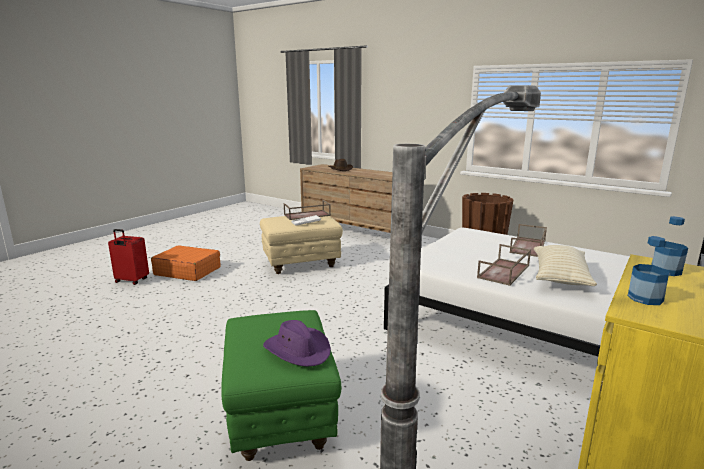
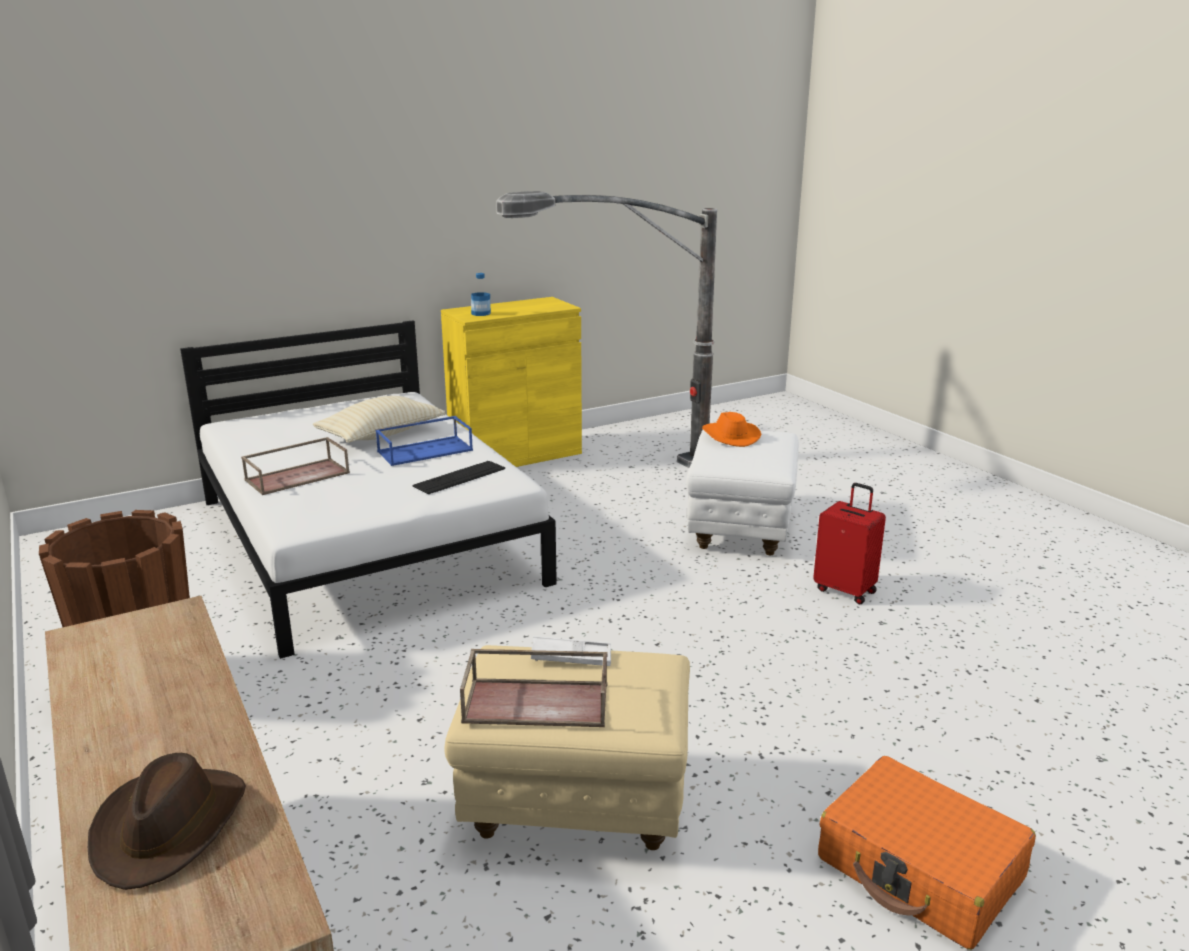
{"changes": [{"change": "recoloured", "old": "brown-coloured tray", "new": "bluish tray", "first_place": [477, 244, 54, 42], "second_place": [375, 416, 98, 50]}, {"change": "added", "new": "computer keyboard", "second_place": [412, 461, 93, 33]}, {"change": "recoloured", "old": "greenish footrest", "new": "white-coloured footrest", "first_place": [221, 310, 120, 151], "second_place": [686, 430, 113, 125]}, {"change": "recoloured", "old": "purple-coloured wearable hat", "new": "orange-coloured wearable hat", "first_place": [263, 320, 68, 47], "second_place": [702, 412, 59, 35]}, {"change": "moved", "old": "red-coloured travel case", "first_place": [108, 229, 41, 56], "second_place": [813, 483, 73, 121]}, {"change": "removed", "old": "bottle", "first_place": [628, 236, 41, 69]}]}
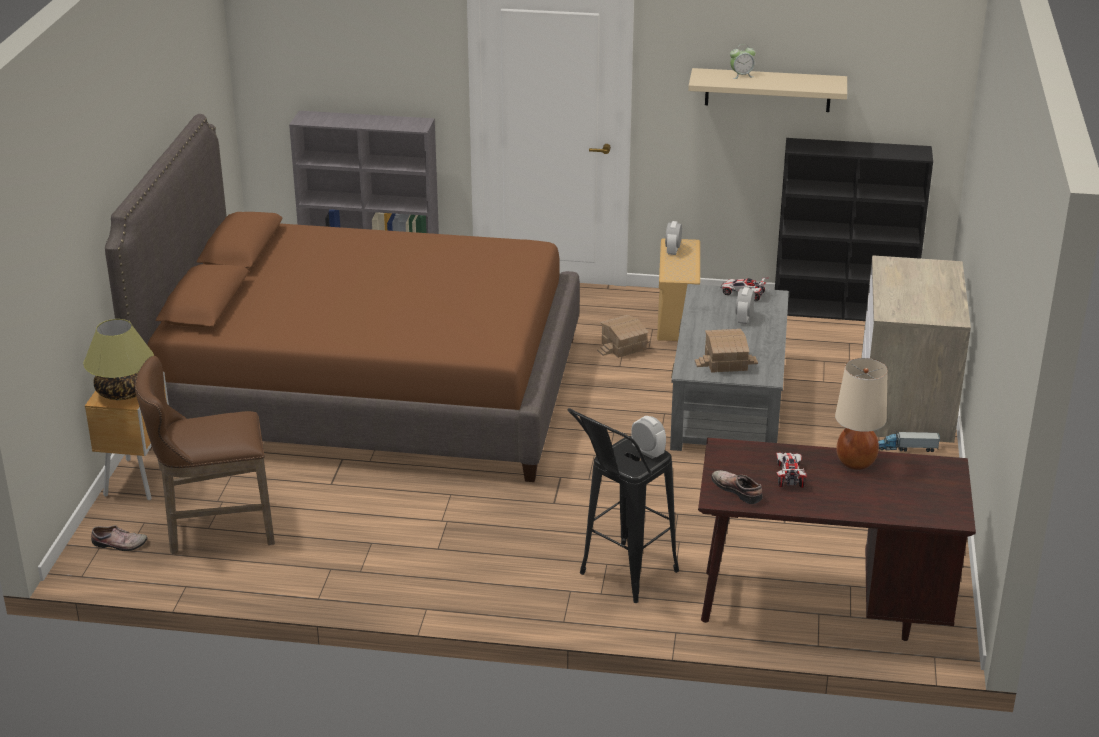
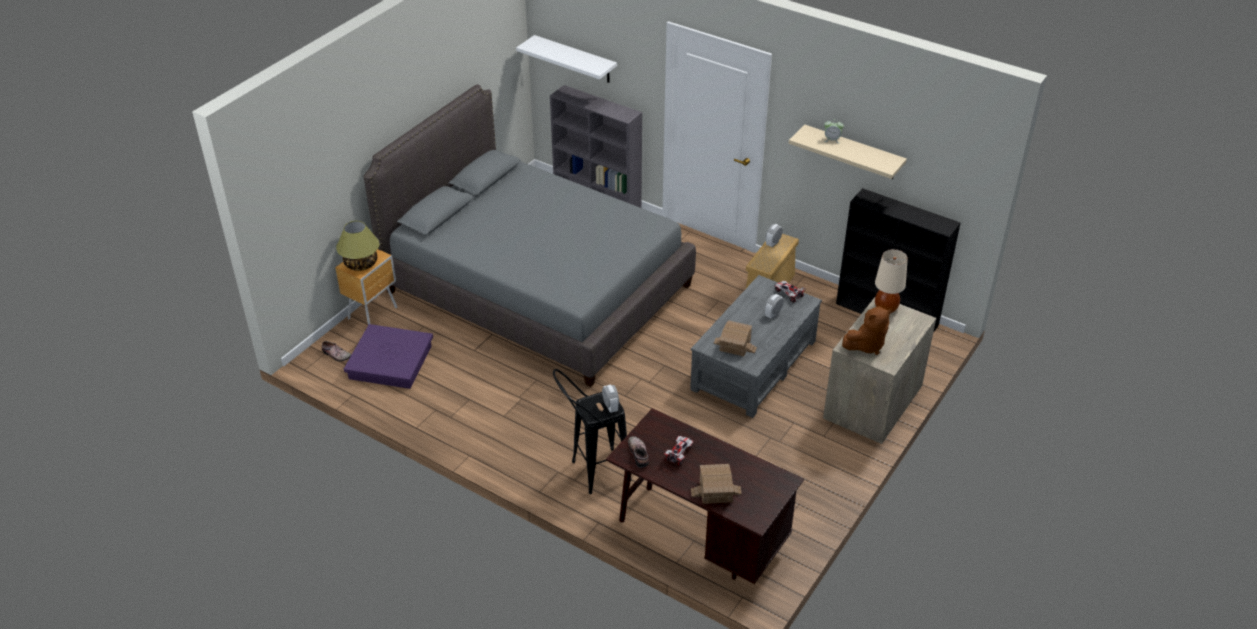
{"changes": [{"change": "replaced", "old": "brown-coloured stool", "new": "purple-coloured storage box", "first_place": [135, 356, 140, 198], "second_place": [344, 324, 89, 65]}, {"change": "recoloured", "old": "brown-coloured bed", "new": "grey bed", "first_place": [105, 114, 475, 368], "second_place": [364, 84, 332, 303]}, {"change": "added", "new": "white-coloured wall shelf", "second_place": [516, 35, 101, 48]}, {"change": "moved", "old": "model house", "first_place": [597, 315, 54, 43], "second_place": [691, 464, 51, 40]}, {"change": "added", "new": "brown-coloured soft toy", "second_place": [842, 307, 50, 48]}, {"change": "moved", "old": "beige tabletop lamp", "first_place": [835, 358, 53, 112], "second_place": [875, 249, 33, 64]}, {"change": "removed", "old": "toy truck", "first_place": [878, 431, 62, 21]}]}
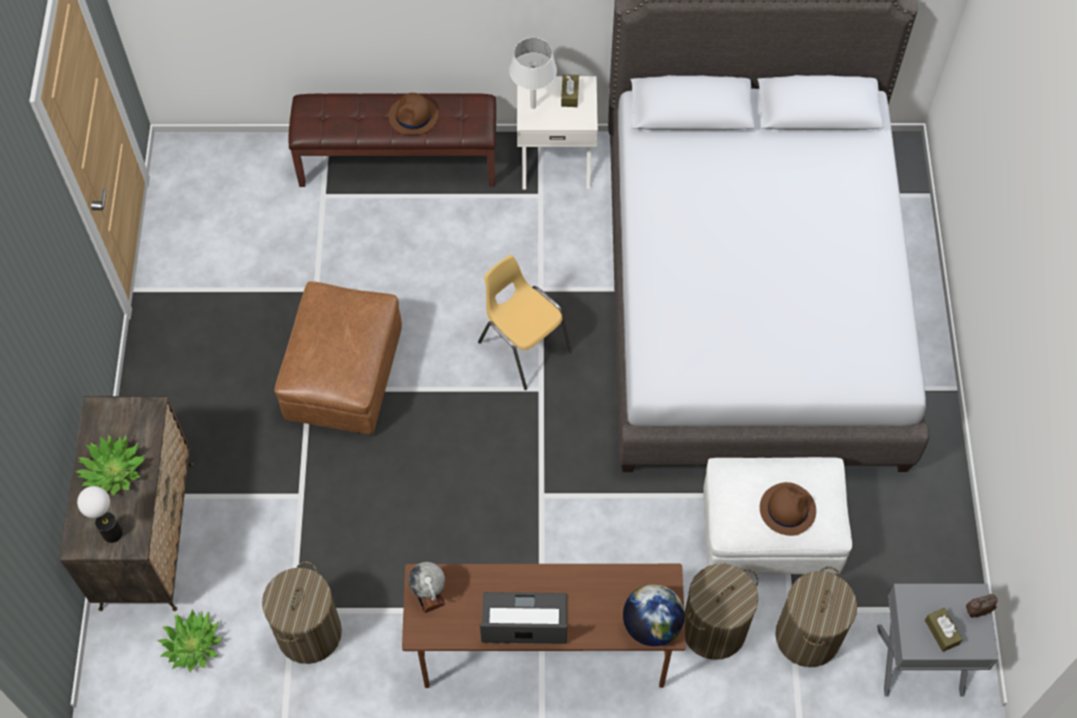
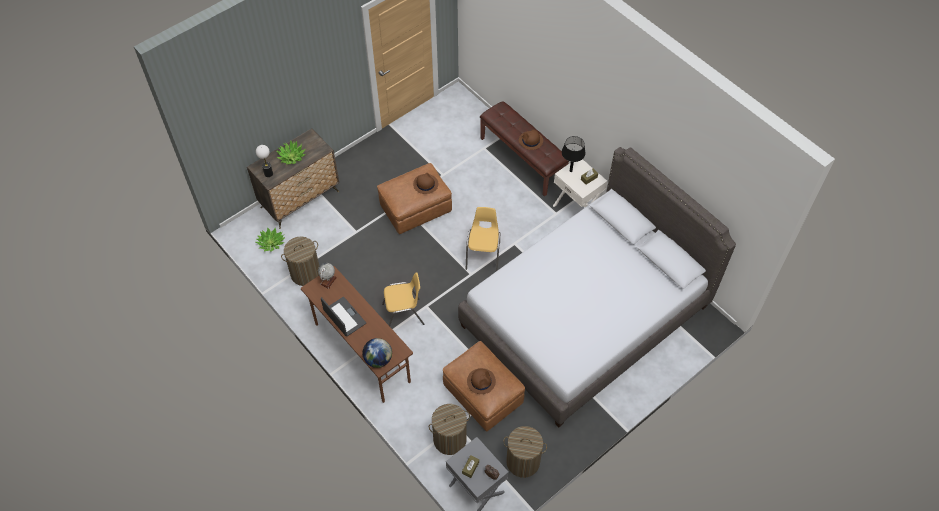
{"changes": [{"change": "added", "new": "yellowish chair", "second_place": [382, 272, 42, 54]}, {"change": "added", "new": "brown-coloured wearable hat", "second_place": [413, 173, 25, 21]}, {"change": "recoloured", "old": "white-coloured footrest", "new": "brown-coloured footrest", "first_place": [703, 457, 149, 117], "second_place": [443, 341, 82, 90]}, {"change": "moved", "old": "hamper", "first_place": [684, 564, 74, 96], "second_place": [503, 426, 44, 52]}, {"change": "recoloured", "old": "white-coloured tabletop lamp", "new": "black tabletop lamp", "first_place": [509, 38, 48, 71], "second_place": [562, 136, 23, 36]}]}
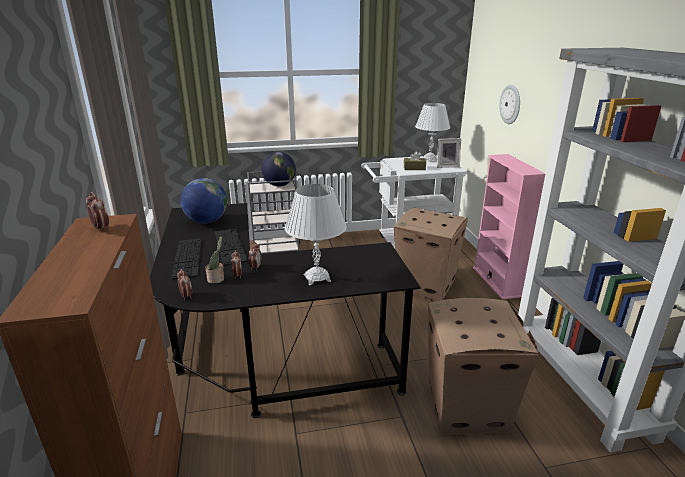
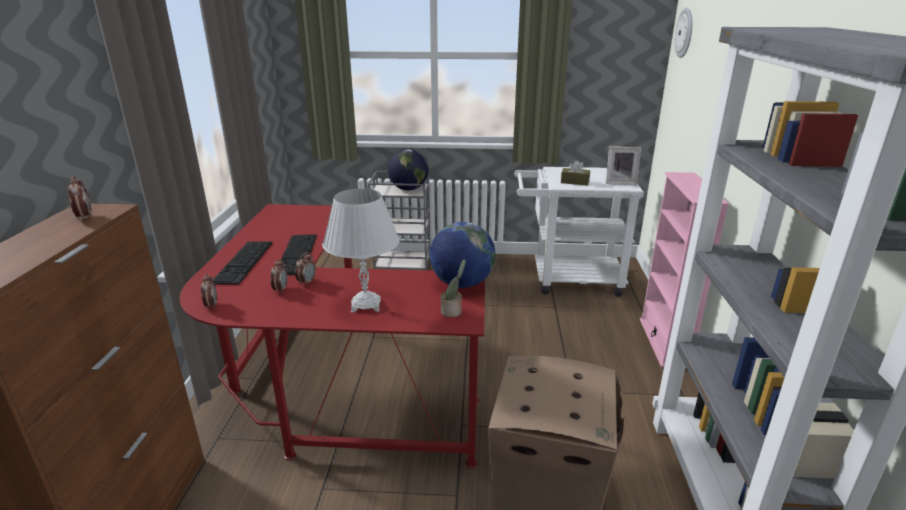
{"changes": [{"change": "recoloured", "old": "black desk table", "new": "red-coloured desk table", "first_place": [150, 203, 270, 215], "second_place": [180, 204, 305, 265]}, {"change": "moved", "old": "desk globe", "first_place": [180, 178, 47, 45], "second_place": [430, 222, 66, 66]}, {"change": "moved", "old": "potted plant", "first_place": [206, 236, 18, 48], "second_place": [441, 259, 25, 58]}, {"change": "moved", "old": "wall clock", "first_place": [499, 85, 21, 39], "second_place": [675, 8, 17, 50]}, {"change": "removed", "old": "cardboard box", "first_place": [394, 208, 74, 93]}, {"change": "removed", "old": "white-coloured tabletop lamp", "first_place": [415, 103, 35, 59]}]}
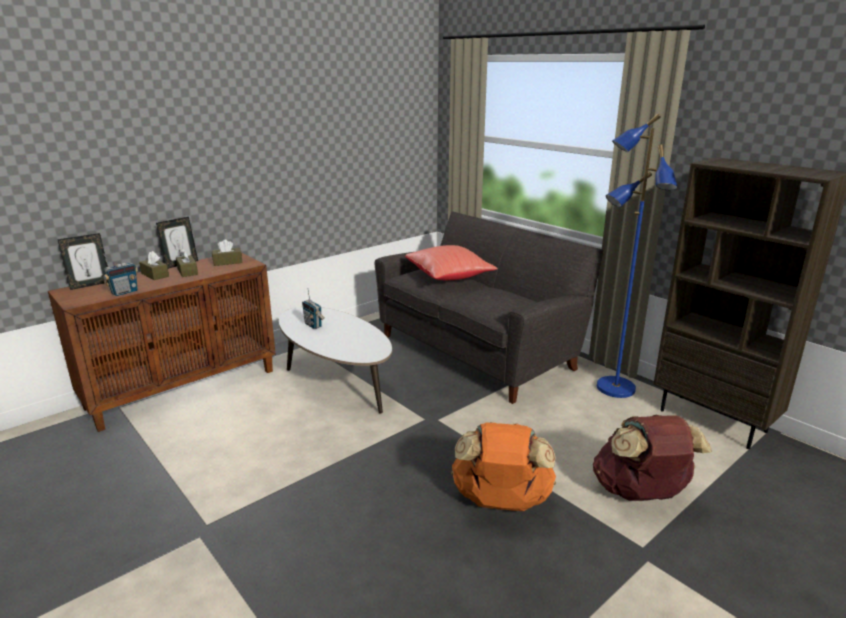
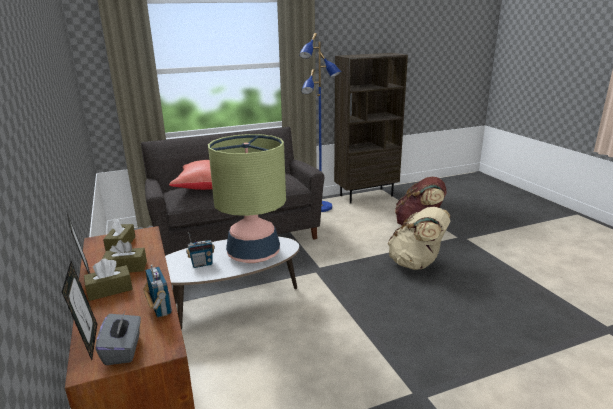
{"changes": [{"change": "added", "new": "grey tissue holder", "second_place": [95, 311, 46, 54]}, {"change": "added", "new": "tabletop lamp", "second_place": [208, 134, 78, 129]}, {"change": "recoloured", "old": "orange-coloured rucksack", "new": "beige rucksack", "first_place": [451, 422, 105, 89], "second_place": [388, 207, 62, 63]}]}
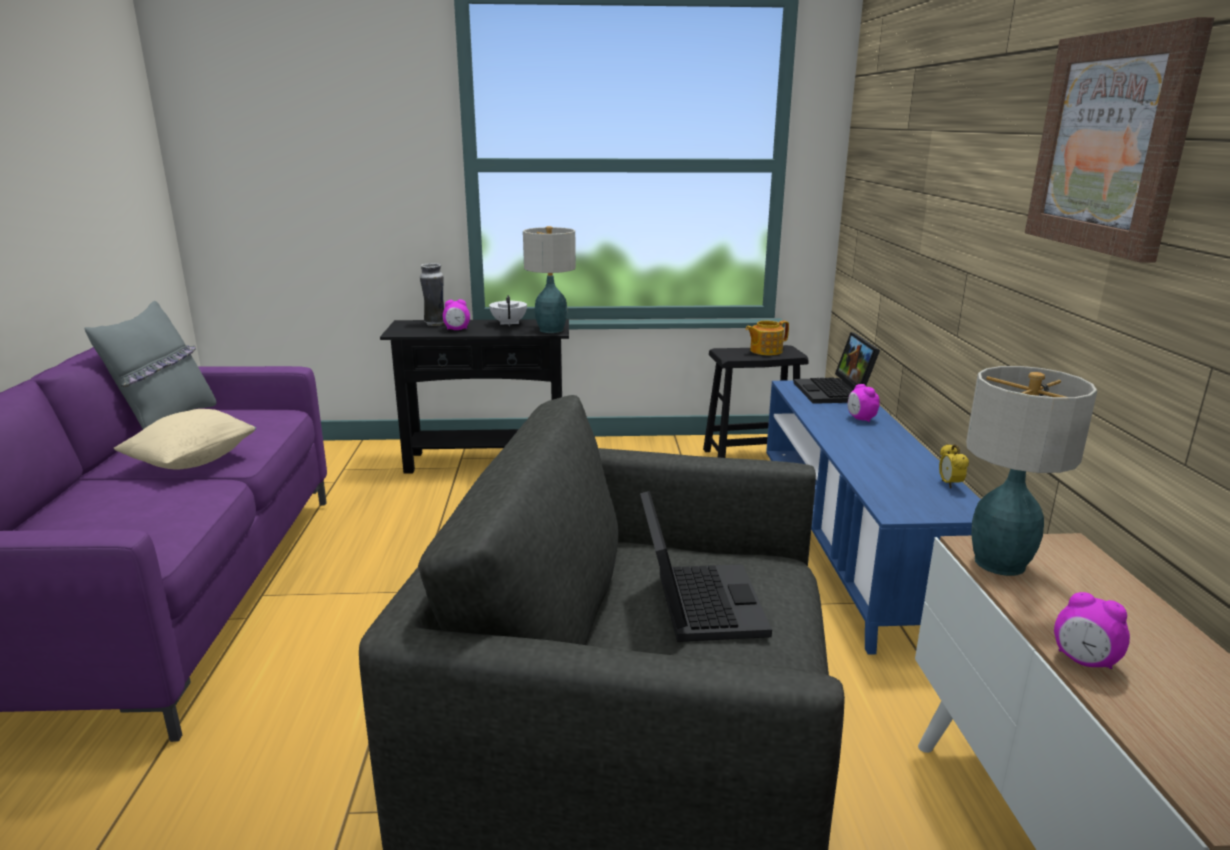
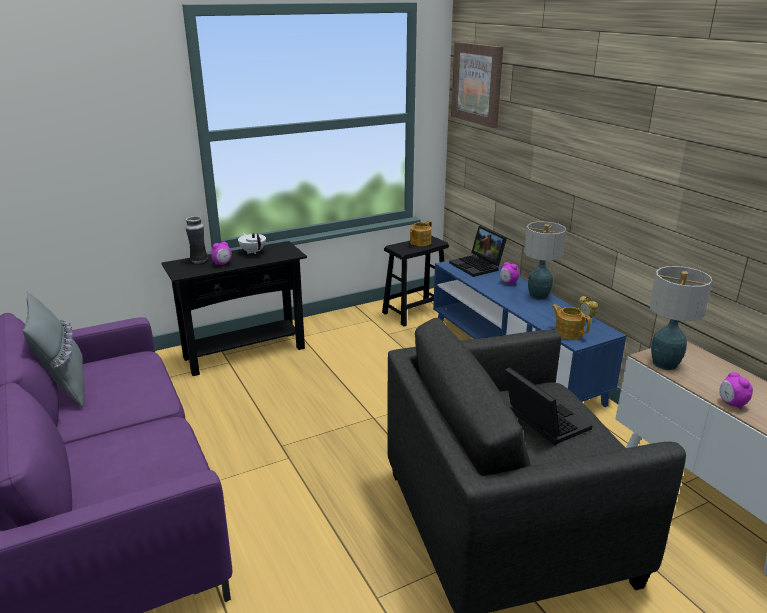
{"changes": [{"change": "moved", "old": "wall art", "first_place": [1025, 17, 189, 245], "second_place": [451, 42, 52, 86]}, {"change": "moved", "old": "tabletop lamp", "first_place": [523, 226, 53, 107], "second_place": [524, 221, 42, 79]}, {"change": "added", "new": "tea pot", "second_place": [552, 304, 39, 36]}, {"change": "turned", "old": "alarm clock", "first_place": [1054, 592, 76, 77], "second_place": [719, 372, 34, 37], "degrees": 60}, {"change": "removed", "old": "beige cushion", "first_place": [114, 409, 142, 60]}]}
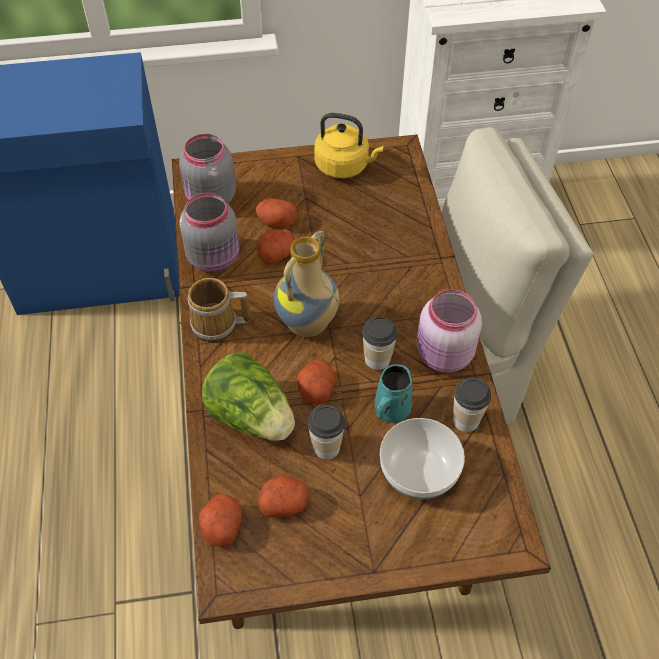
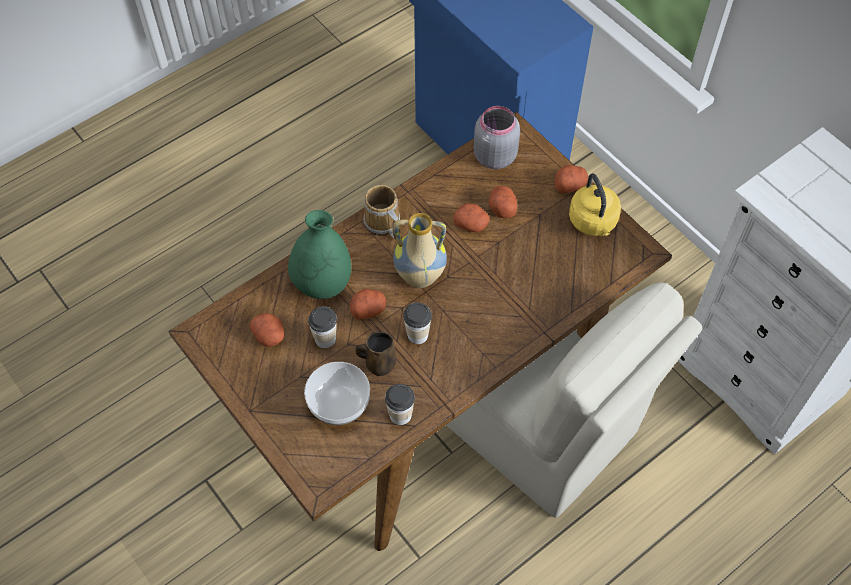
{"changes": [{"change": "replaced", "old": "lettuce head", "new": "greenish vase", "first_place": [202, 352, 93, 89], "second_place": [288, 210, 64, 89]}, {"change": "recoloured", "old": "turquoise tea mug", "new": "brown-coloured tea mug", "first_place": [375, 364, 37, 59], "second_place": [355, 332, 41, 44]}, {"change": "moved", "old": "whole potato", "first_place": [199, 494, 43, 54], "second_place": [555, 165, 33, 28]}, {"change": "removed", "old": "grey preserve jar", "first_place": [179, 193, 61, 79]}, {"change": "removed", "old": "pink-coloured preserve jar", "first_place": [417, 289, 65, 84]}]}
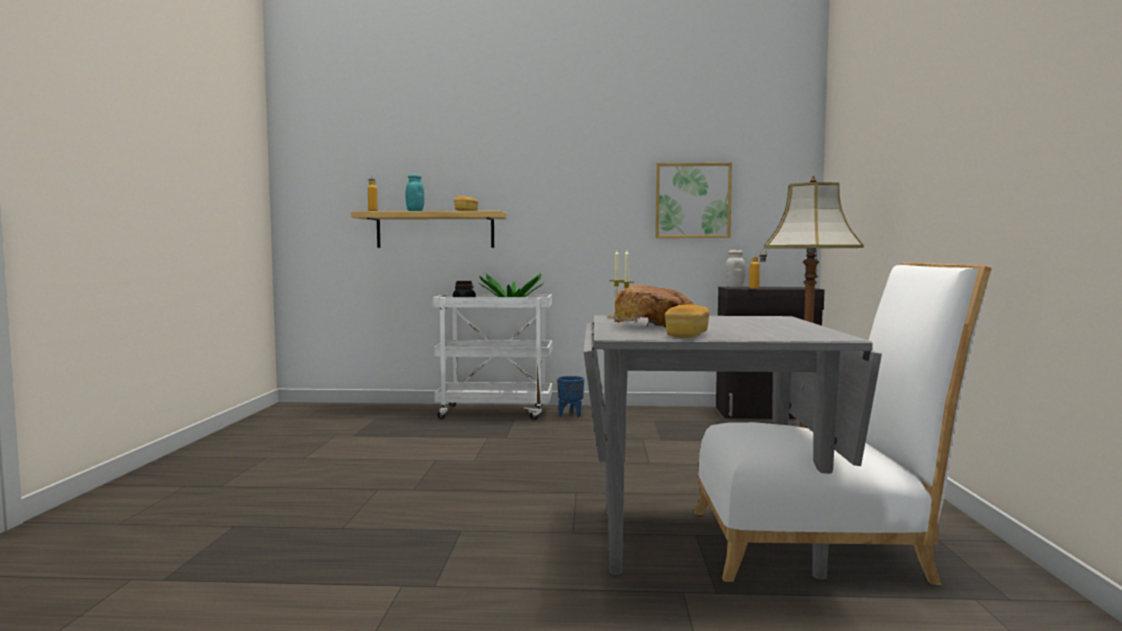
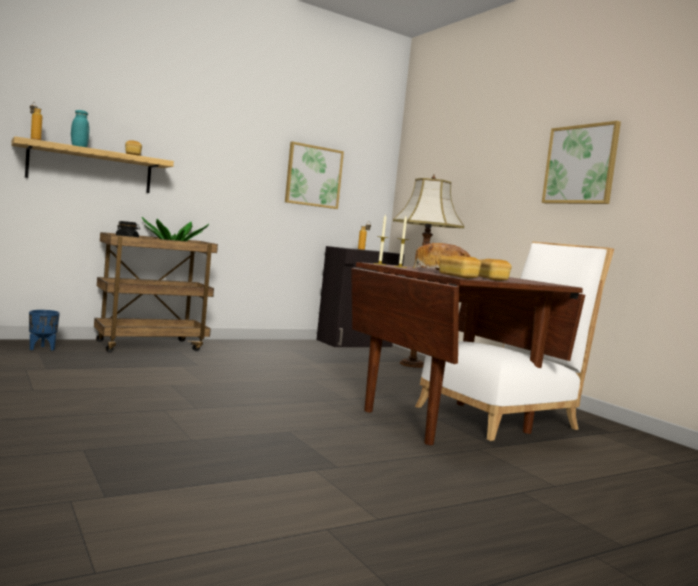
{"changes": [{"change": "moved", "old": "bluish flower pot", "first_place": [557, 376, 27, 41], "second_place": [29, 310, 31, 41]}, {"change": "recoloured", "old": "white-coloured wheeled cart", "new": "brown-coloured wheeled cart", "first_place": [433, 294, 119, 126], "second_place": [94, 232, 124, 120]}, {"change": "recoloured", "old": "grey kitchen table", "new": "brown-coloured kitchen table", "first_place": [583, 315, 299, 264], "second_place": [351, 262, 234, 183]}, {"change": "added", "new": "bakery bread", "second_place": [439, 255, 42, 23]}, {"change": "added", "new": "wall art", "second_place": [542, 121, 79, 83]}, {"change": "removed", "old": "white-coloured preserve jar", "first_place": [725, 250, 20, 38]}]}
